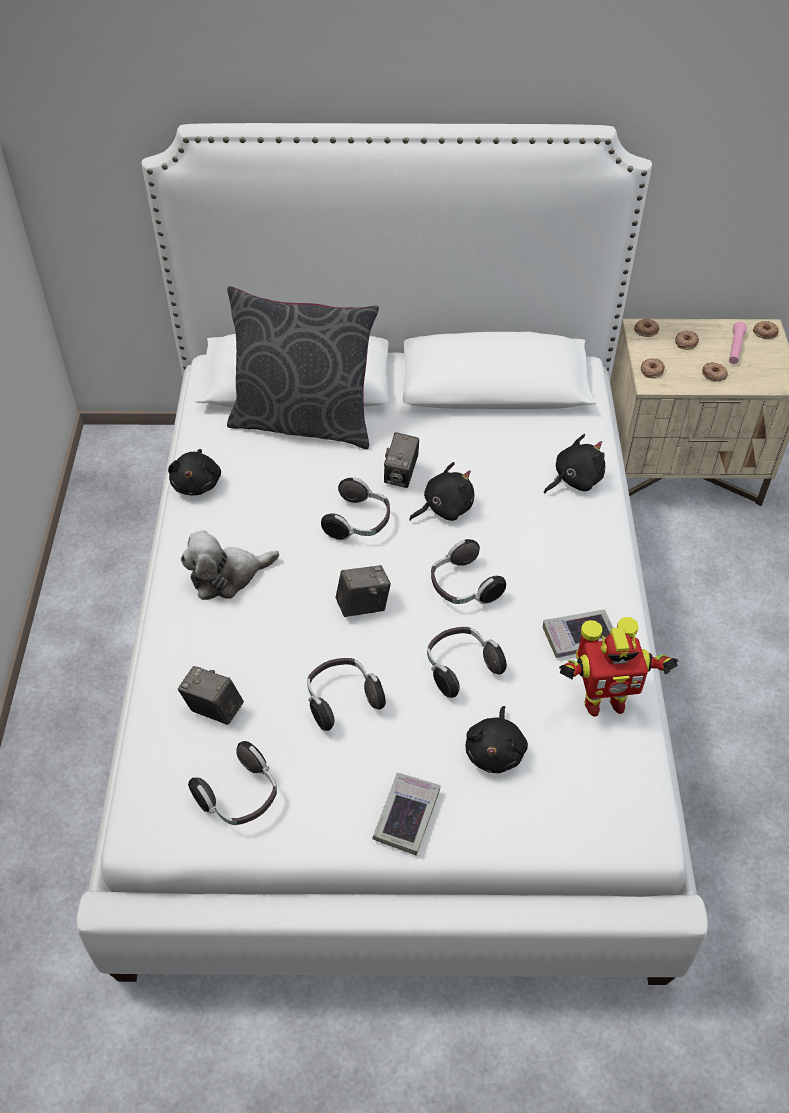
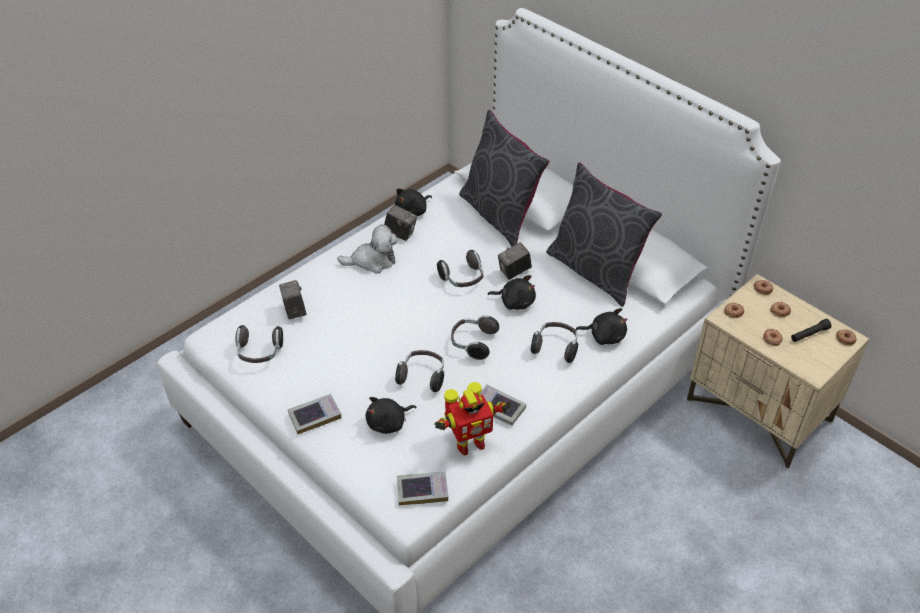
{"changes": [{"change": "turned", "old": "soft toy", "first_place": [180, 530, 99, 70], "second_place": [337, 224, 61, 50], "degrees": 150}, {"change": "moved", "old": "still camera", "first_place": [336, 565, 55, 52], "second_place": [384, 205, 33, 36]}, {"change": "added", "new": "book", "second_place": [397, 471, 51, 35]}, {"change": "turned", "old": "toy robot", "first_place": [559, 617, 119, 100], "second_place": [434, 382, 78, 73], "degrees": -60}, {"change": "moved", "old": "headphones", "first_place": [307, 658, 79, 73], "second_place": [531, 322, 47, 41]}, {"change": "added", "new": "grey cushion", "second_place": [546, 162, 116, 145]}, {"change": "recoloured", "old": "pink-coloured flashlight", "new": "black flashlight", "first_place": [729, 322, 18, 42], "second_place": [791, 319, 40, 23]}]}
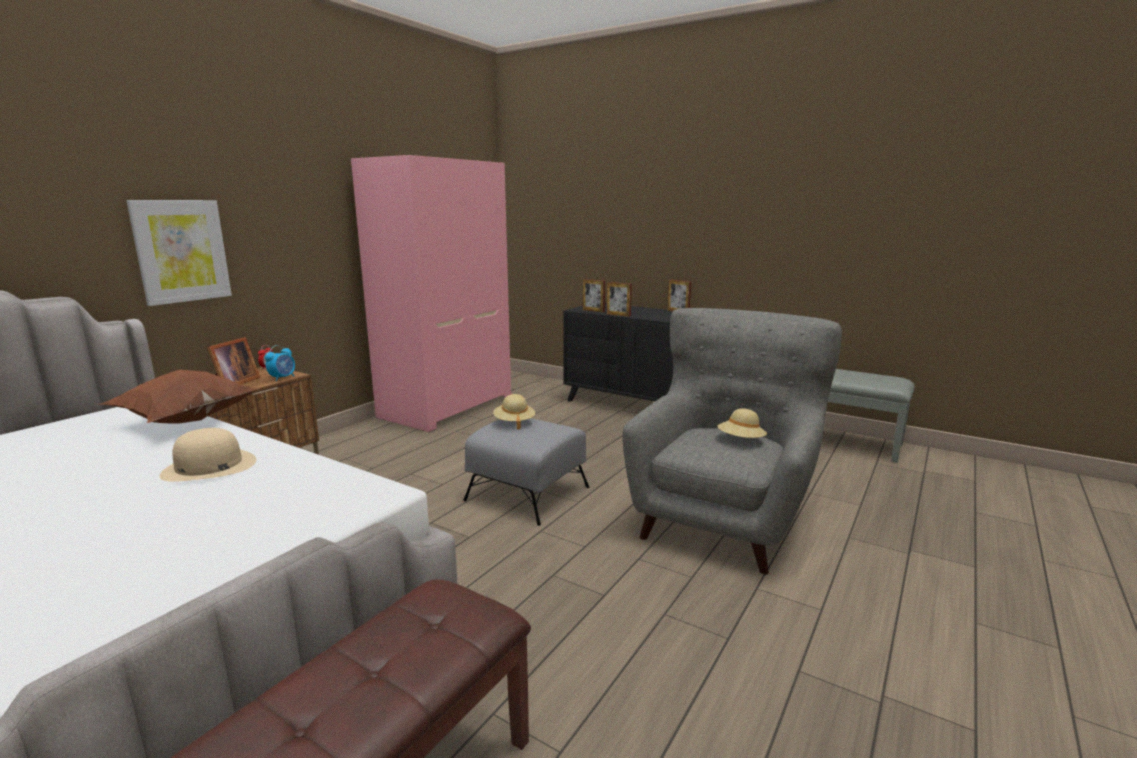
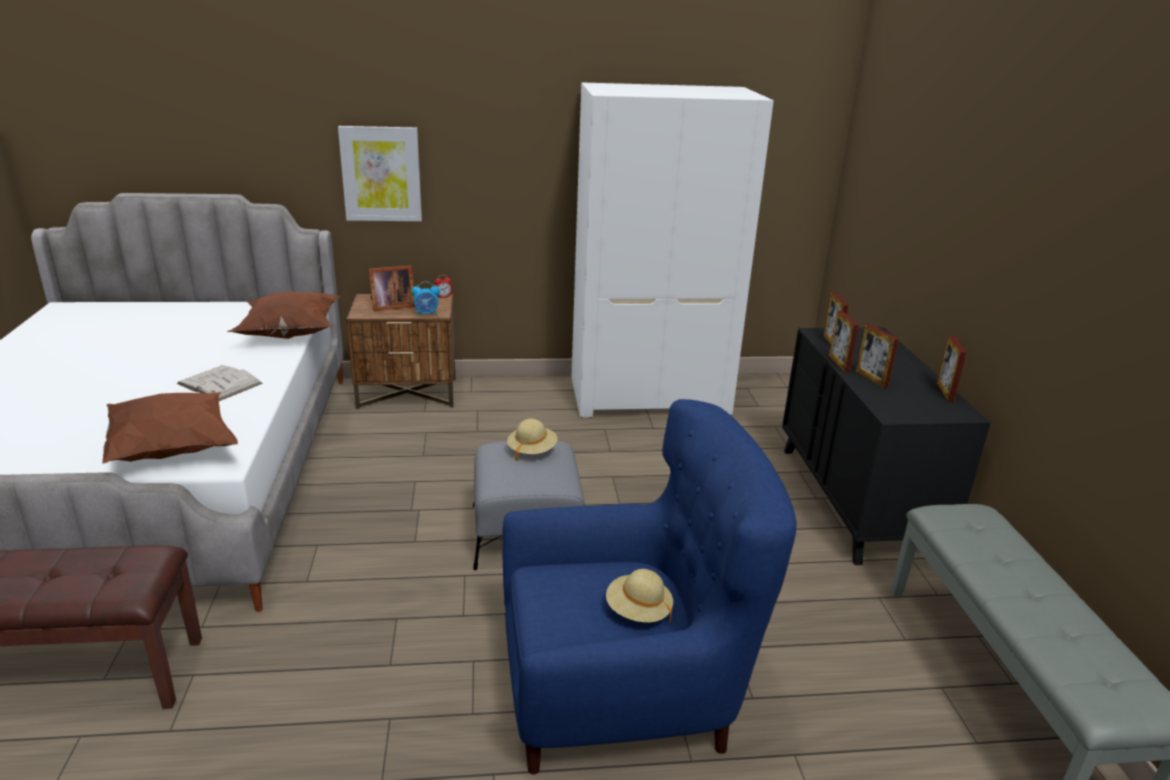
{"changes": [{"change": "added", "new": "brown-coloured cushion", "second_place": [102, 392, 136, 72]}, {"change": "replaced", "old": "beige wearable hat", "new": "white-coloured book", "first_place": [159, 428, 98, 54], "second_place": [177, 365, 86, 36]}, {"change": "recoloured", "old": "grey armchair", "new": "bluish armchair", "first_place": [622, 308, 220, 267], "second_place": [503, 399, 294, 376]}, {"change": "recoloured", "old": "pink-coloured clothes cupboard", "new": "white-coloured clothes cupboard", "first_place": [351, 155, 160, 278], "second_place": [571, 83, 203, 335]}, {"change": "added", "new": "standing frame", "second_place": [856, 324, 43, 64]}]}
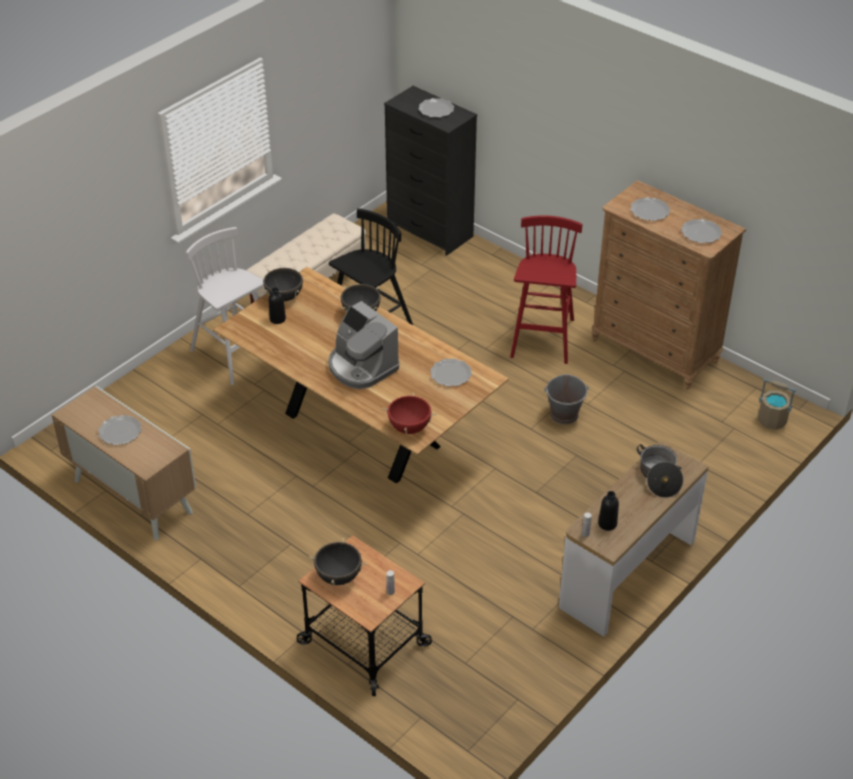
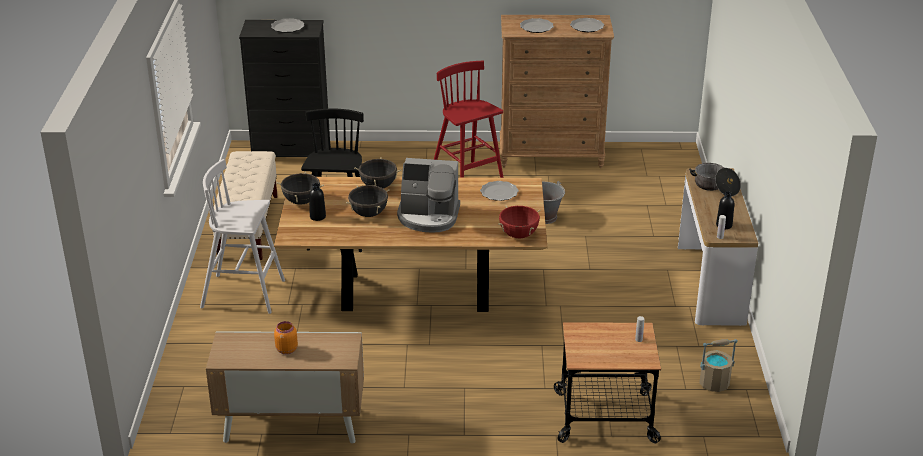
{"changes": [{"change": "replaced", "old": "plate", "new": "orange-coloured preserve jar", "first_place": [98, 415, 44, 30], "second_place": [274, 321, 24, 33]}, {"change": "moved", "old": "black cooking pot", "first_place": [309, 538, 58, 48], "second_place": [346, 185, 44, 32]}, {"change": "moved", "old": "beige water bucket", "first_place": [758, 379, 38, 51], "second_place": [699, 339, 39, 53]}]}
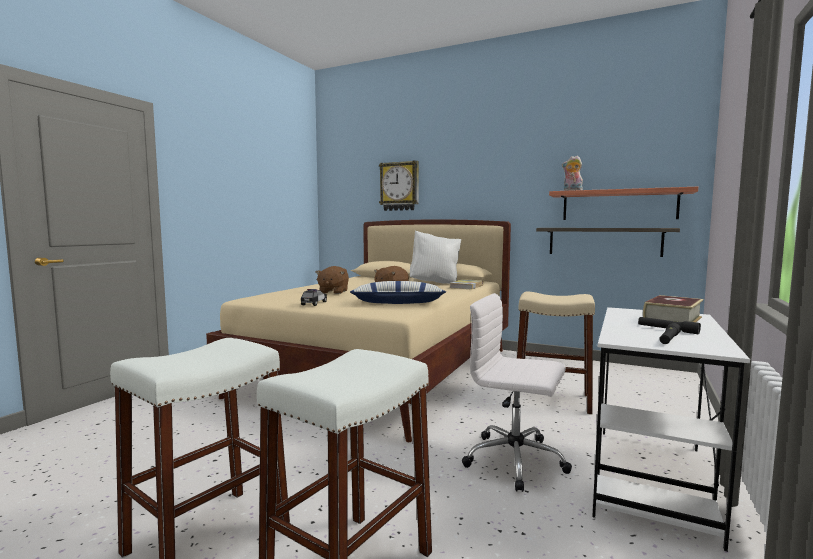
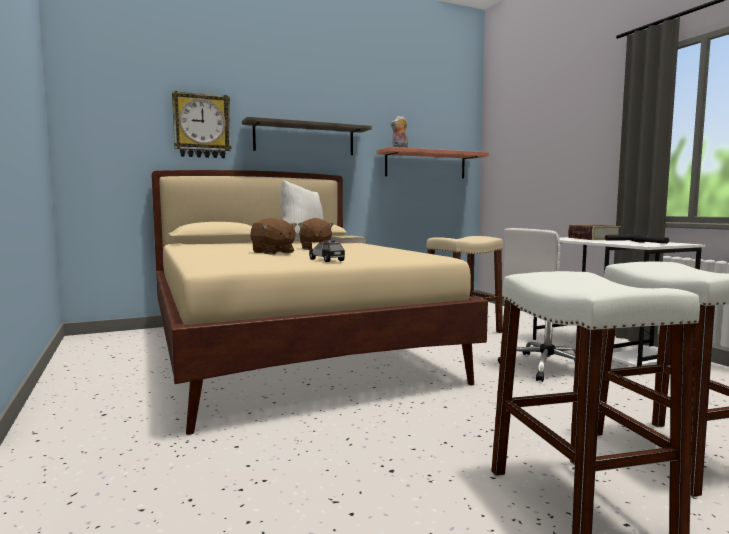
{"changes": [{"change": "moved", "old": "wall shelf", "first_place": [536, 228, 144, 29], "second_place": [242, 117, 130, 38]}, {"change": "removed", "old": "cushion", "first_place": [350, 281, 96, 23]}]}
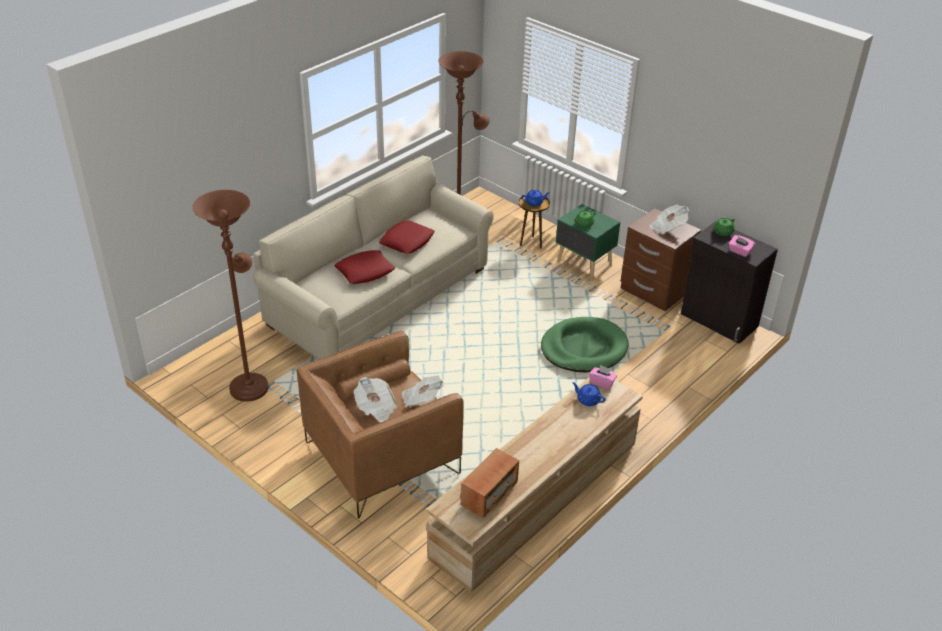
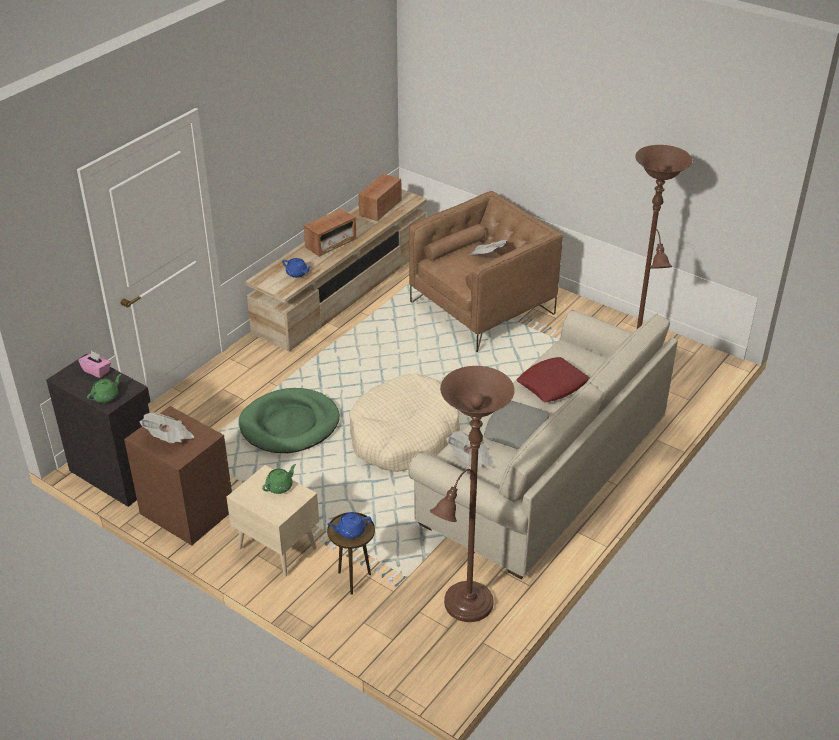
{"changes": [{"change": "recoloured", "old": "greenish night table", "new": "beige night table", "first_place": [556, 204, 64, 76], "second_place": [226, 465, 93, 112]}, {"change": "added", "new": "radio", "second_place": [304, 208, 52, 49]}, {"change": "added", "new": "beige dog cushion", "second_place": [349, 373, 111, 99]}, {"change": "moved", "old": "newspaper", "first_place": [402, 375, 42, 32], "second_place": [446, 431, 49, 37]}, {"change": "recoloured", "old": "red-coloured cushion", "new": "grey cushion", "first_place": [379, 220, 56, 34], "second_place": [483, 400, 67, 50]}, {"change": "removed", "old": "pink-coloured tissue holder", "first_place": [589, 365, 28, 24]}]}
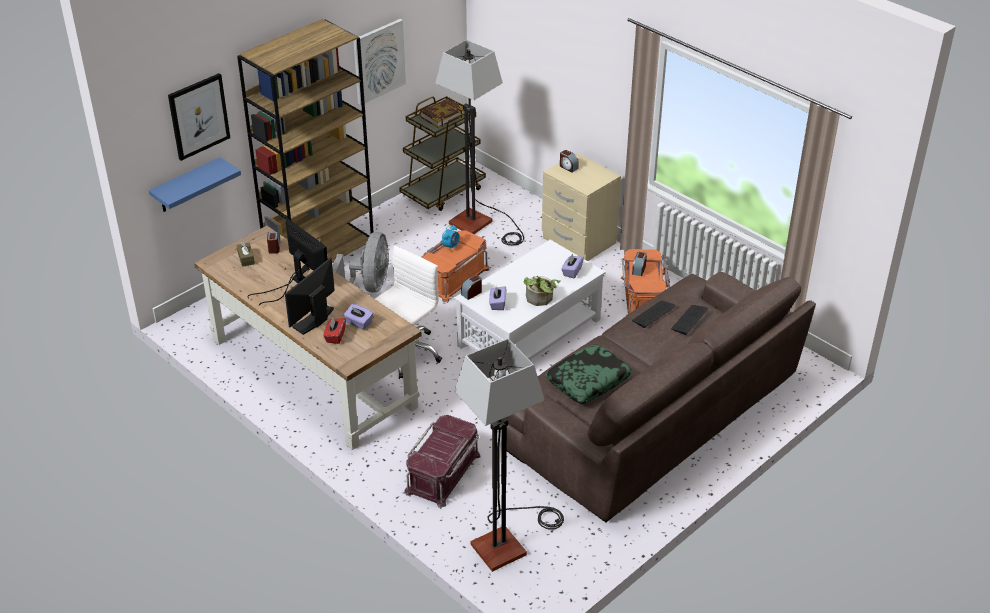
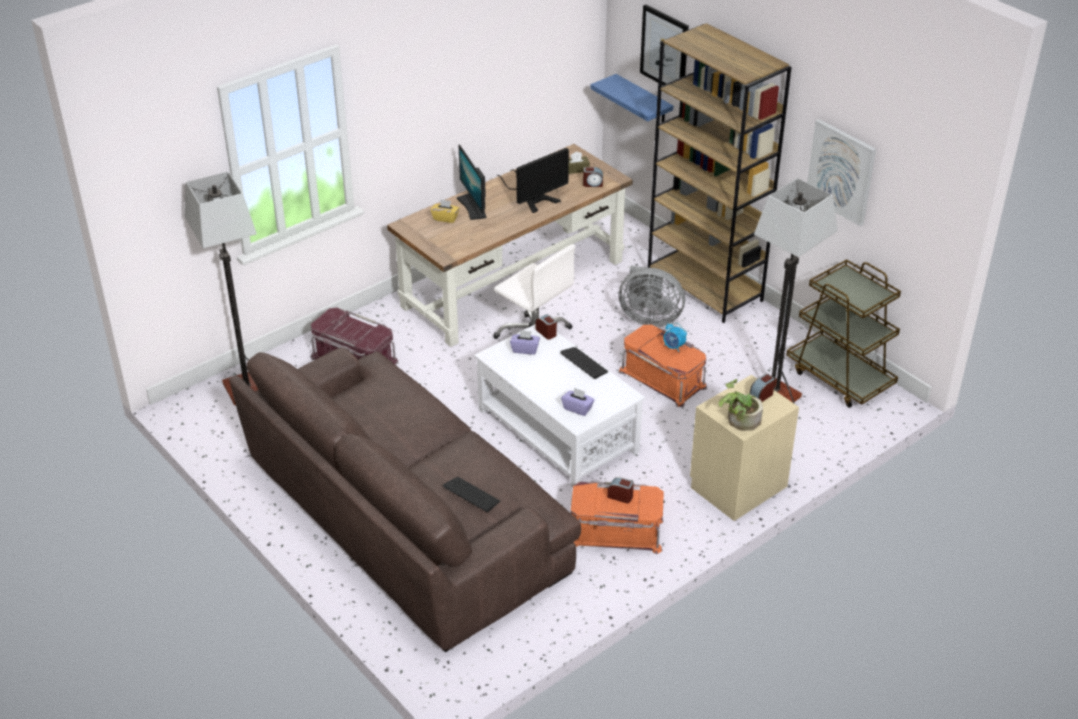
{"changes": [{"change": "recoloured", "old": "red-coloured tissue holder", "new": "yellowish tissue holder", "first_place": [323, 317, 23, 27], "second_place": [431, 199, 29, 24]}, {"change": "turned", "old": "computer screen", "first_place": [285, 257, 50, 78], "second_place": [457, 145, 29, 75], "degrees": -150}, {"change": "moved", "old": "computer keyboard", "first_place": [632, 300, 43, 28], "second_place": [560, 347, 48, 32]}, {"change": "moved", "old": "potted plant", "first_place": [524, 276, 37, 30], "second_place": [718, 379, 45, 52]}, {"change": "removed", "old": "purple-coloured tissue holder", "first_place": [343, 304, 31, 26]}, {"change": "removed", "old": "book", "first_place": [419, 99, 45, 29]}, {"change": "removed", "old": "cushion", "first_place": [545, 344, 87, 60]}]}
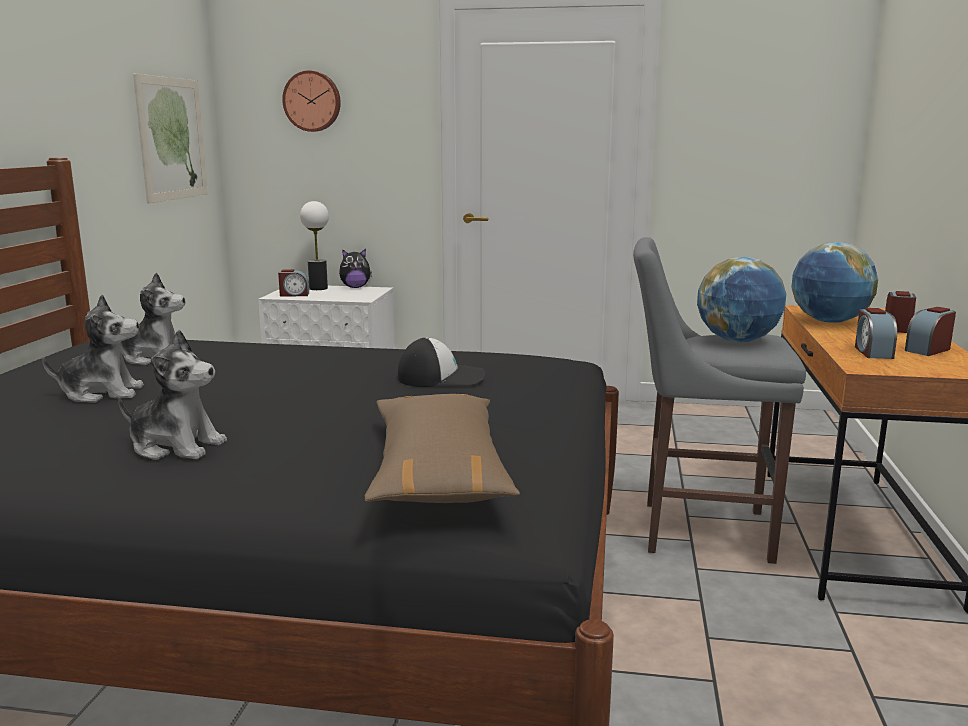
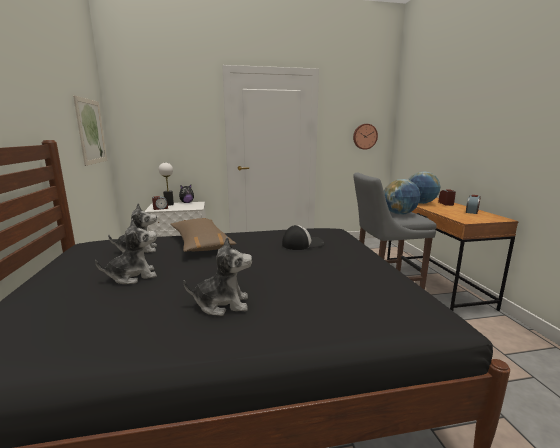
{"changes": [{"change": "moved", "old": "brown-coloured cushion", "first_place": [365, 394, 155, 109], "second_place": [170, 218, 66, 34]}, {"change": "moved", "old": "wall clock", "first_place": [282, 70, 59, 62], "second_place": [353, 124, 25, 26]}, {"change": "removed", "old": "alarm clock", "first_place": [855, 308, 42, 51]}]}
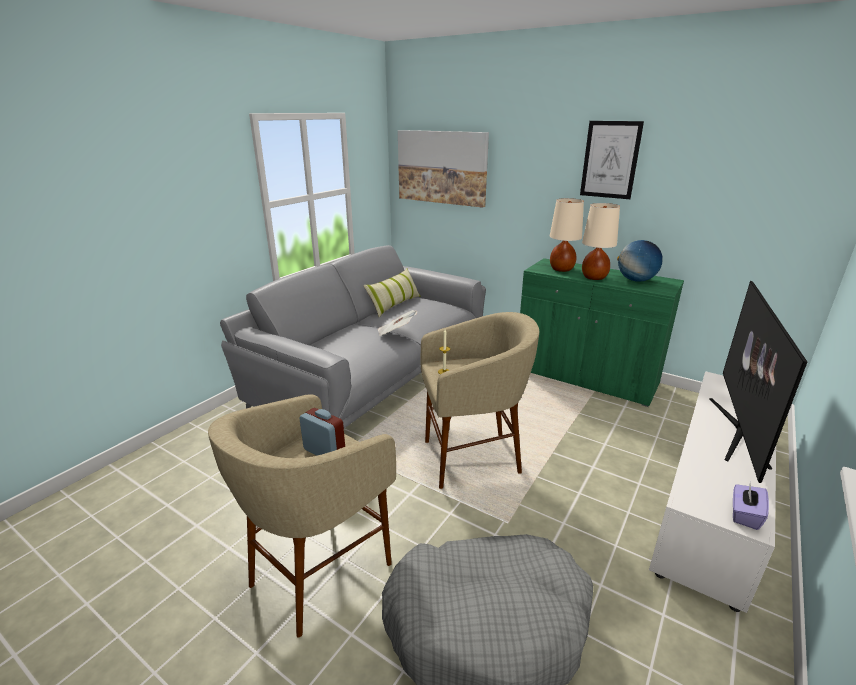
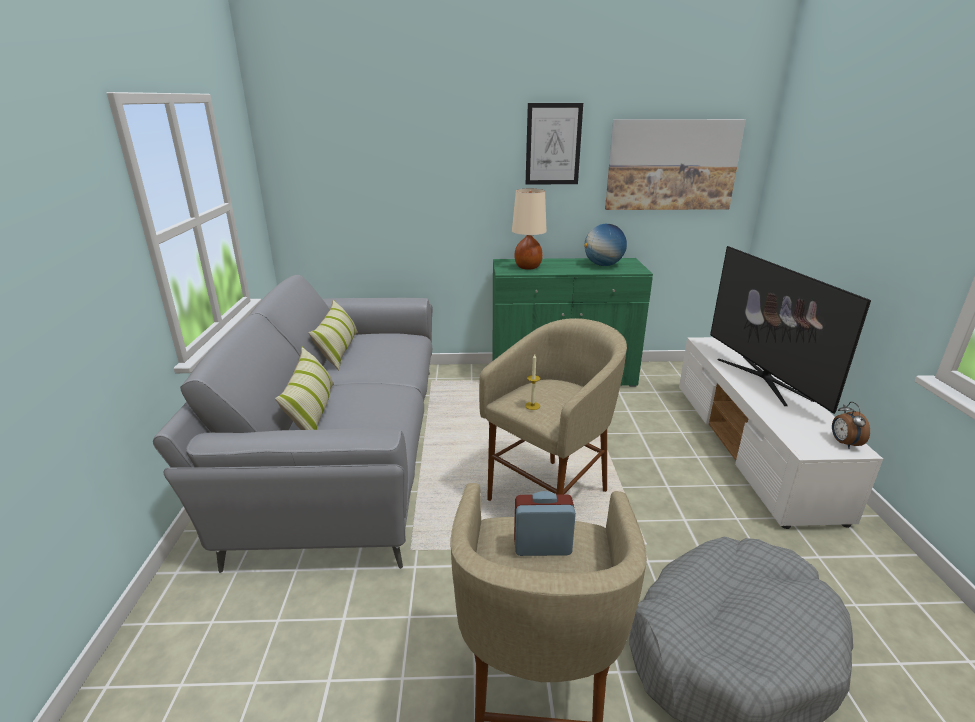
{"changes": [{"change": "added", "new": "cushion", "second_place": [275, 347, 59, 83]}, {"change": "moved", "old": "wall art", "first_place": [398, 130, 91, 78], "second_place": [605, 119, 141, 91]}, {"change": "replaced", "old": "purple-coloured tissue holder", "new": "alarm clock", "first_place": [733, 484, 36, 46], "second_place": [832, 402, 38, 47]}, {"change": "removed", "old": "newspaper", "first_place": [378, 310, 39, 26]}, {"change": "removed", "old": "beige tabletop lamp", "first_place": [582, 203, 38, 77]}]}
